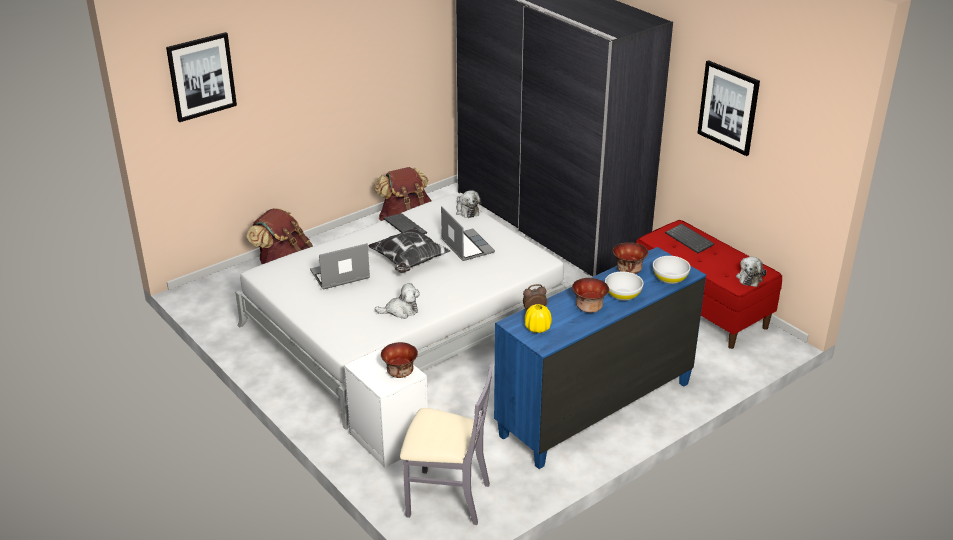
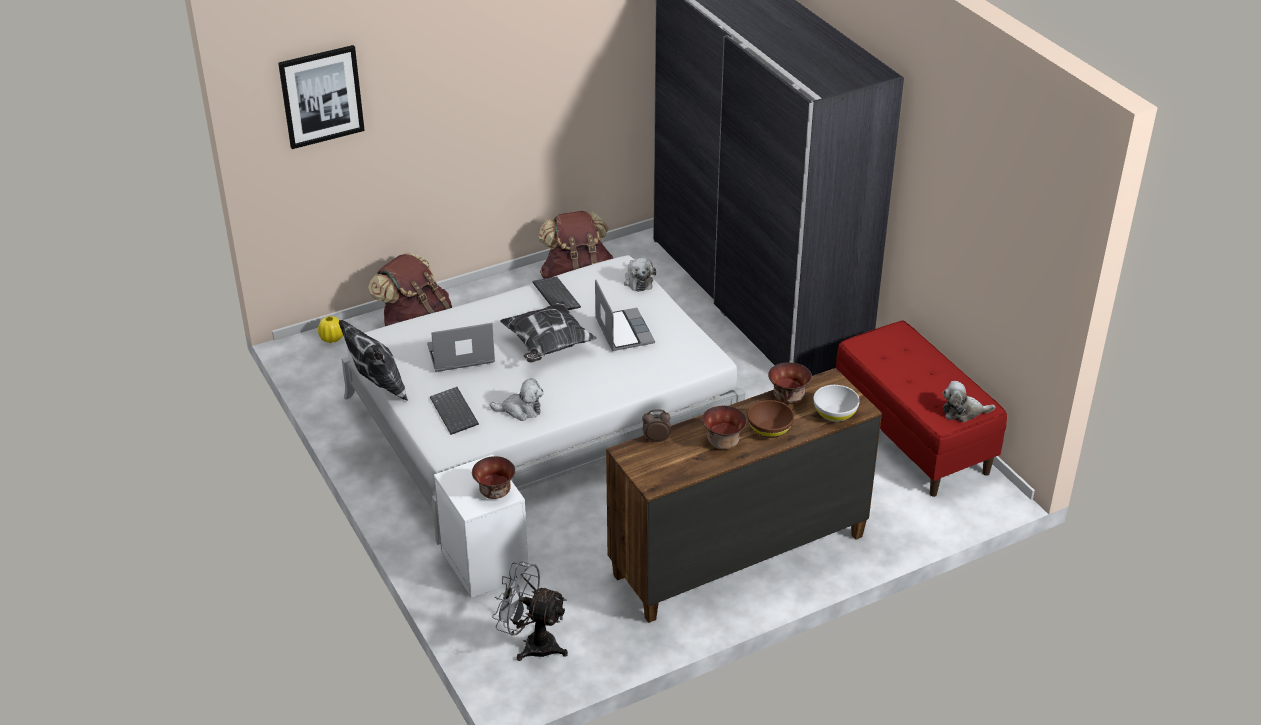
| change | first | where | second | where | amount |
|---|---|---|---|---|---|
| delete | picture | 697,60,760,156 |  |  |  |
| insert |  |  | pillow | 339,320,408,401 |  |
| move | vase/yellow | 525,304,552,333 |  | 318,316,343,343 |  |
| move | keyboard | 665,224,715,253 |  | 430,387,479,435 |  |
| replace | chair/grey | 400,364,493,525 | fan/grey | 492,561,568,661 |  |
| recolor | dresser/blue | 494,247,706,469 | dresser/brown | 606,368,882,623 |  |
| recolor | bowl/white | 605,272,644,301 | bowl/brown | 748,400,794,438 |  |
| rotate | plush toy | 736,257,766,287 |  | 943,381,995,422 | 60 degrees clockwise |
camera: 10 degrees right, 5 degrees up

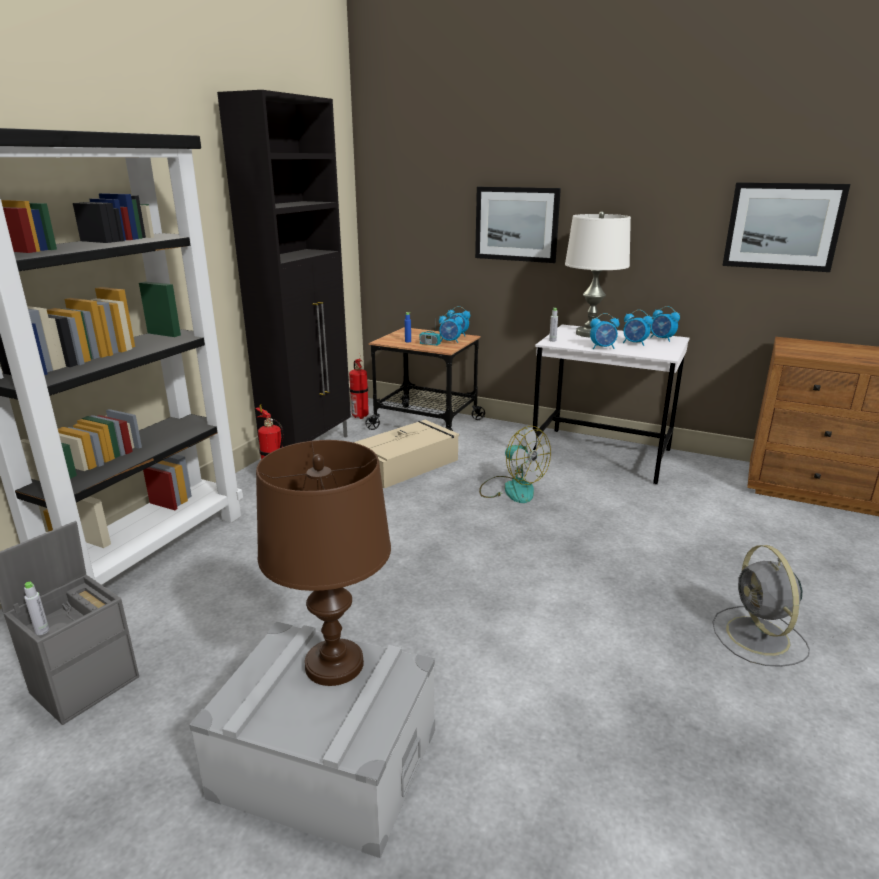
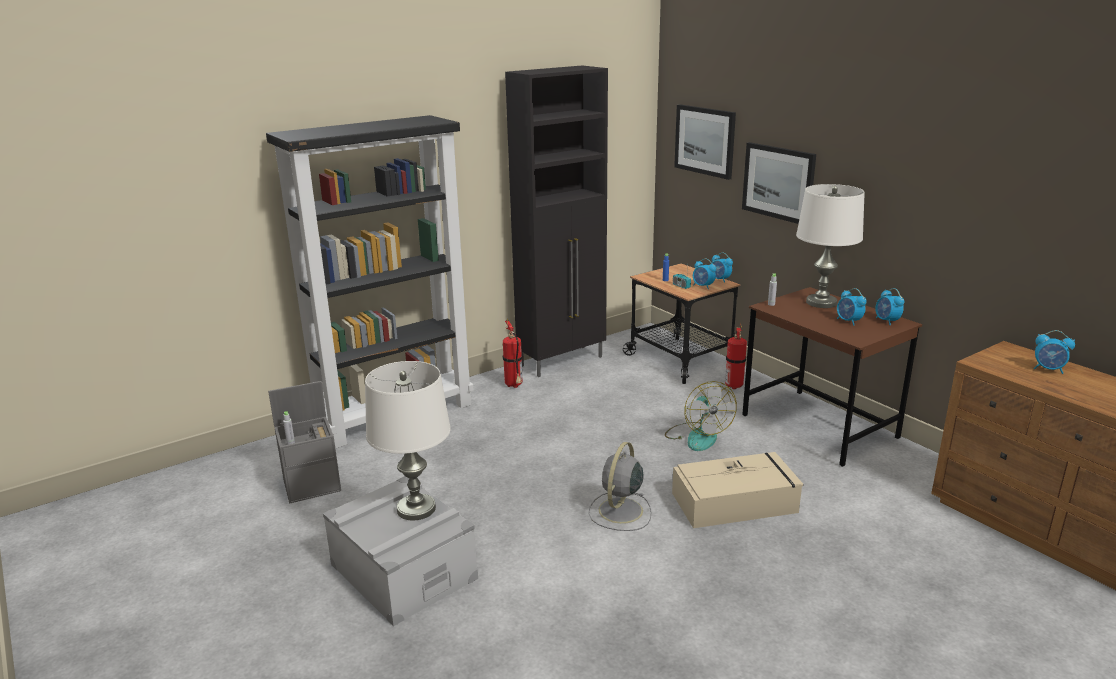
| change | first | where | second | where | amount |
|---|---|---|---|---|---|
| move | fire extinguisher | 349,356,369,419 |  | 725,324,747,389 |  |
| move | storage box/beige | 354,420,459,488 |  | 672,452,803,528 |  |
| move | alarm clock | 590,313,619,349 |  | 1034,330,1075,374 |  |
| move | fan/grey | 712,545,810,667 |  | 588,442,651,531 |  |
| move | picture | 722,182,850,272 |  | 674,104,736,180 |  |
| recolor | table lamp/brown | 256,440,391,686 | table lamp/white | 365,361,451,521 |  |
| recolor | desk/white | 532,325,689,484 | desk/brown | 742,287,922,467 |  |
camera: 30 degrees right, 0 degrees up

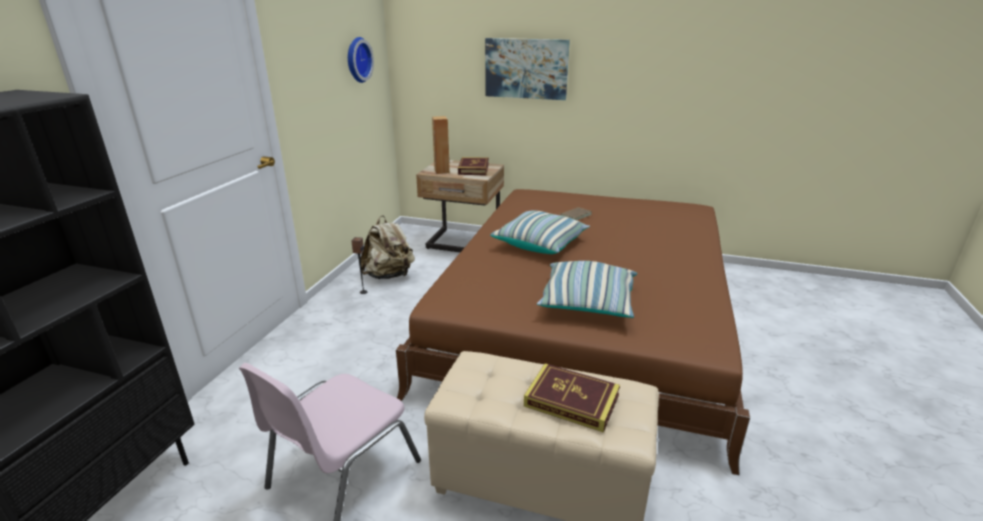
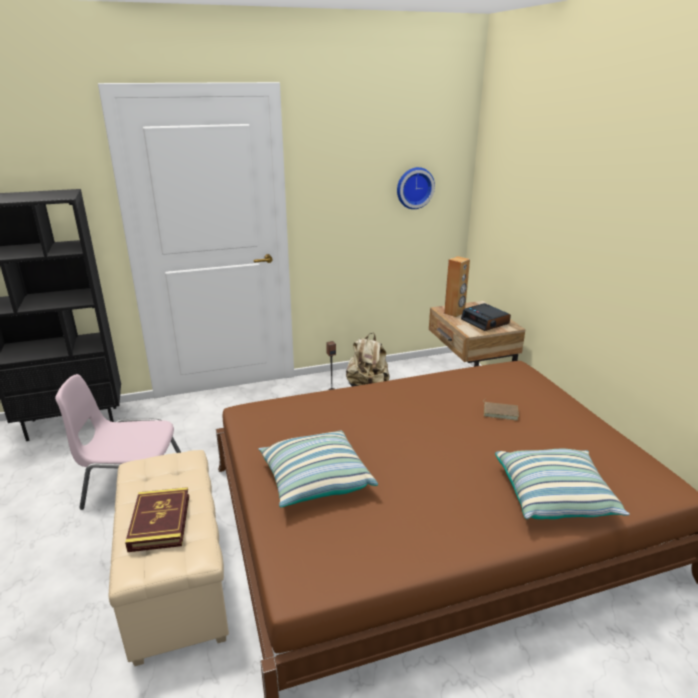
| change | first | where | second | where | amount |
|---|---|---|---|---|---|
| delete | picture | 485,38,570,100 |  |  |  |
| move | pillow | 490,210,590,254 |  | 495,449,630,519 |  |
| replace | book | 458,157,489,175 | alarm clock | 461,303,511,331 |  |
camera: 55 degrees right, 0 degrees up

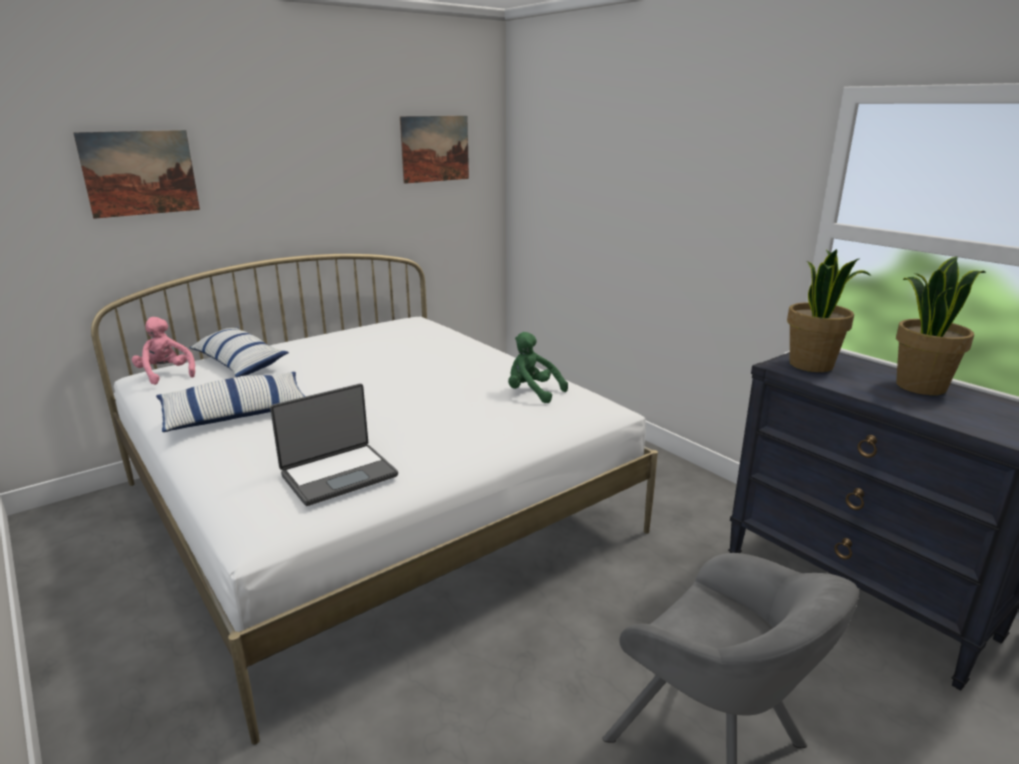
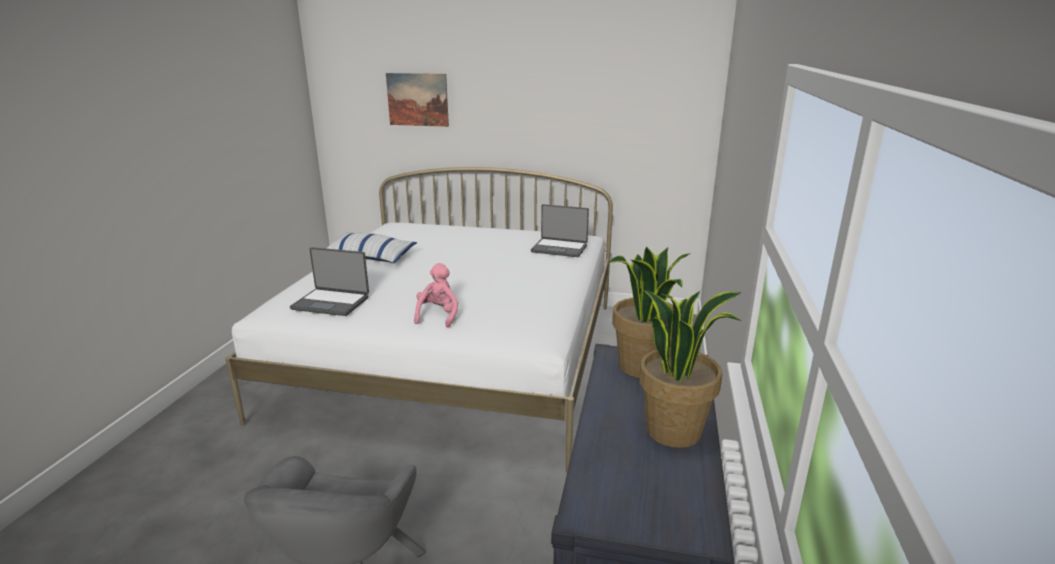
| change | first | where | second | where | amount |
|---|---|---|---|---|---|
| delete | pillow | 190,327,289,377 |  |  |  |
| delete | picture | 400,116,469,184 |  |  |  |
| delete | plush toy/green | 508,332,568,403 |  |  |  |
| insert |  |  | laptop | 531,204,589,257 |  |
| move | plush toy/pink | 132,317,195,385 |  | 414,263,458,328 |  |
camera: 50 degrees right, 0 degrees up

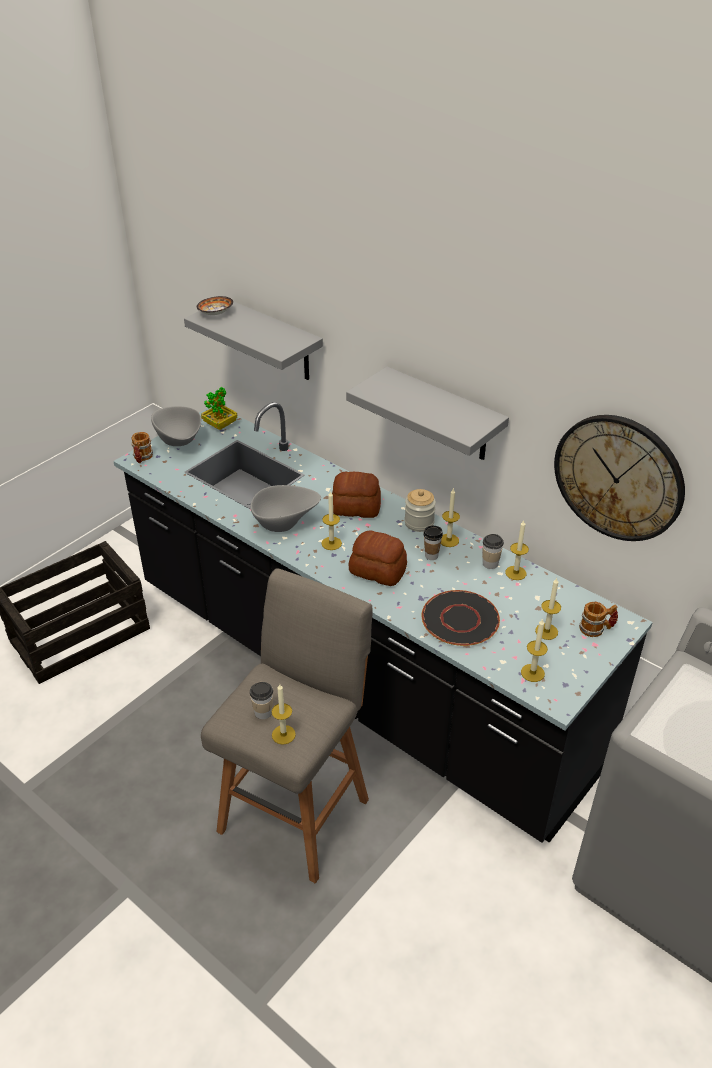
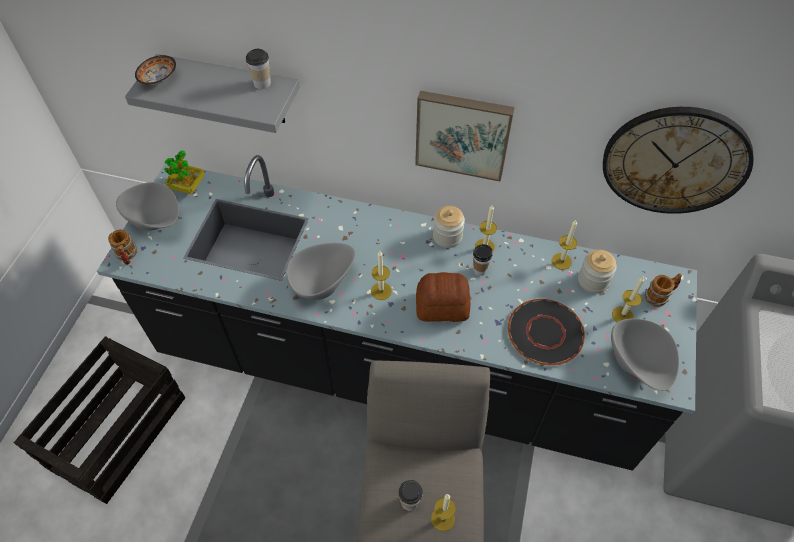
| change | first | where | second | where | amount |
|---|---|---|---|---|---|
| delete | bread | 332,472,381,518 |  |  |  |
| insert |  |  | jar | 578,250,617,293 |  |
| move | cup | 482,534,504,569 |  | 246,49,271,89 |  |
| replace | shelf/grey | 346,367,509,460 | picture | 415,91,515,181 |  |
| replace | candle | 521,618,548,682 | bowl/grey | 611,318,679,391 |  |
camera: 25 degrees left, 15 degrees up

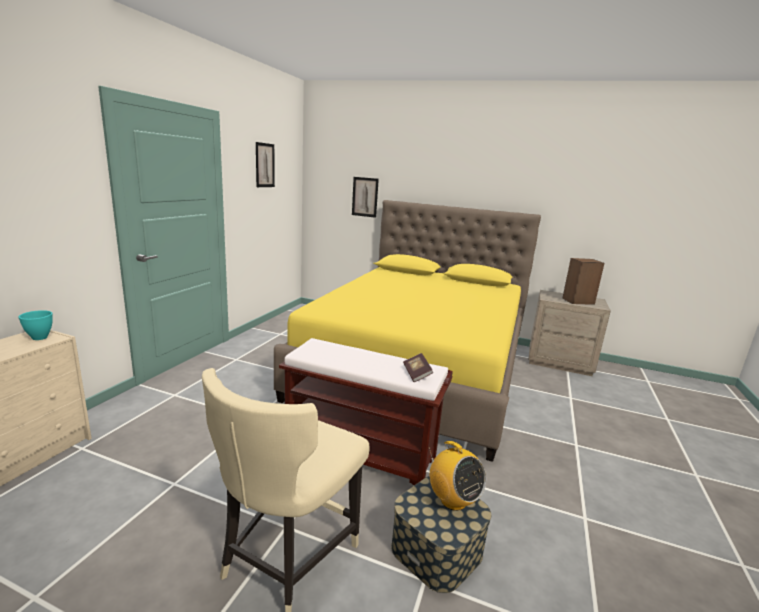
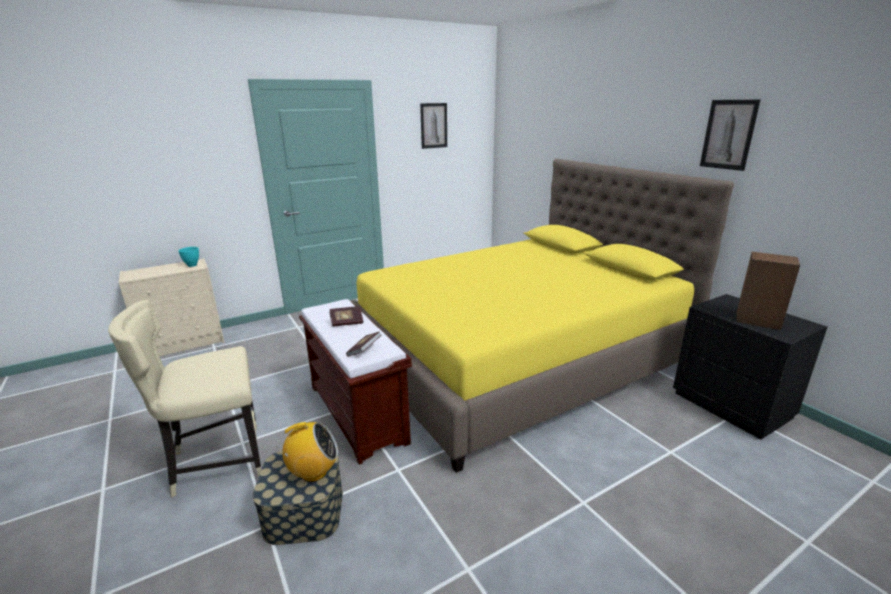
| change | first | where | second | where | amount |
|---|---|---|---|---|---|
| insert |  |  | book | 329,306,363,327 |  |
| move | picture | 352,177,379,218 |  | 700,100,760,171 |  |
| recolor | nightstand/beige | 528,290,611,376 | nightstand/black | 673,294,827,440 |  |
| rotate | radio | 429,441,486,511 |  | 276,422,338,482 | 105 degrees counterclockwise |
camera: 40 degrees right, 5 degrees up

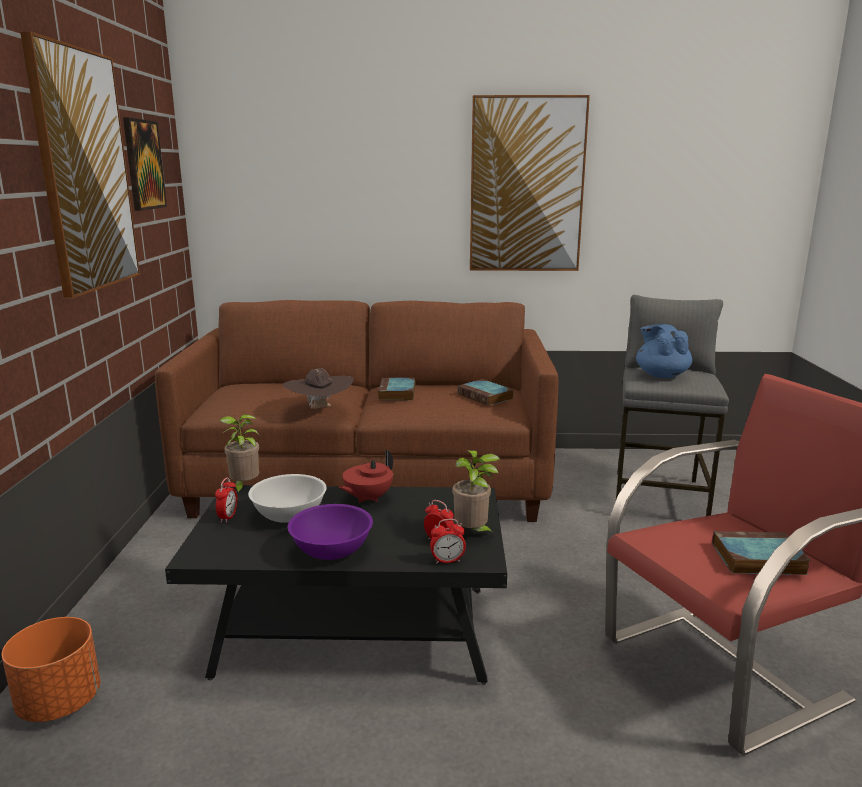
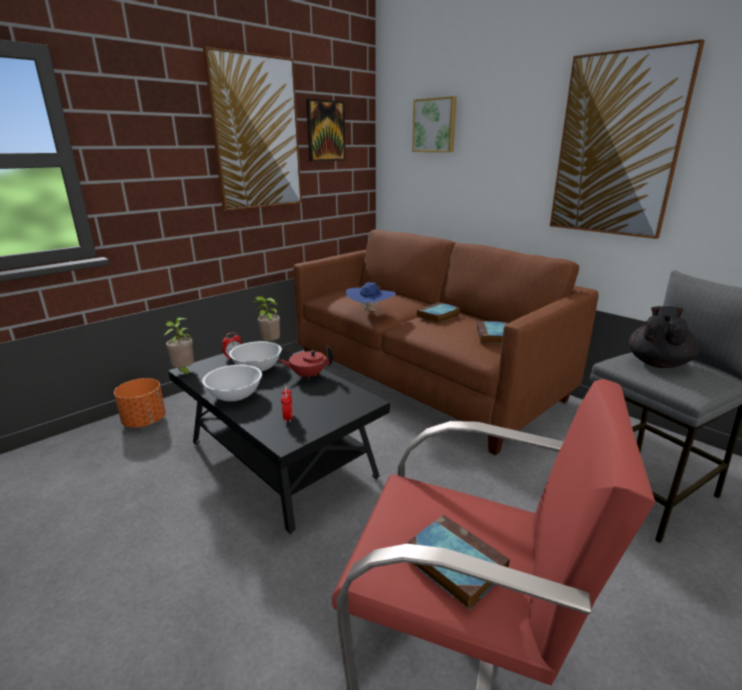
| change | first | where | second | where | amount |
|---|---|---|---|---|---|
| delete | alarm clock | 430,519,466,564 |  |  |  |
| insert |  |  | picture | 412,96,457,152 |  |
| move | potted plant | 452,450,500,534 |  | 164,318,194,378 |  |
| recolor | hat/brown | 283,368,353,409 | hat/blue | 346,282,396,312 |  |
| recolor | bowl/purple | 288,504,373,560 | bowl/white | 202,365,262,401 |  |
| recolor | teapot/blue | 636,324,692,378 | teapot/black | 629,306,699,368 |  |
camera: 45 degrees right, 5 degrees up

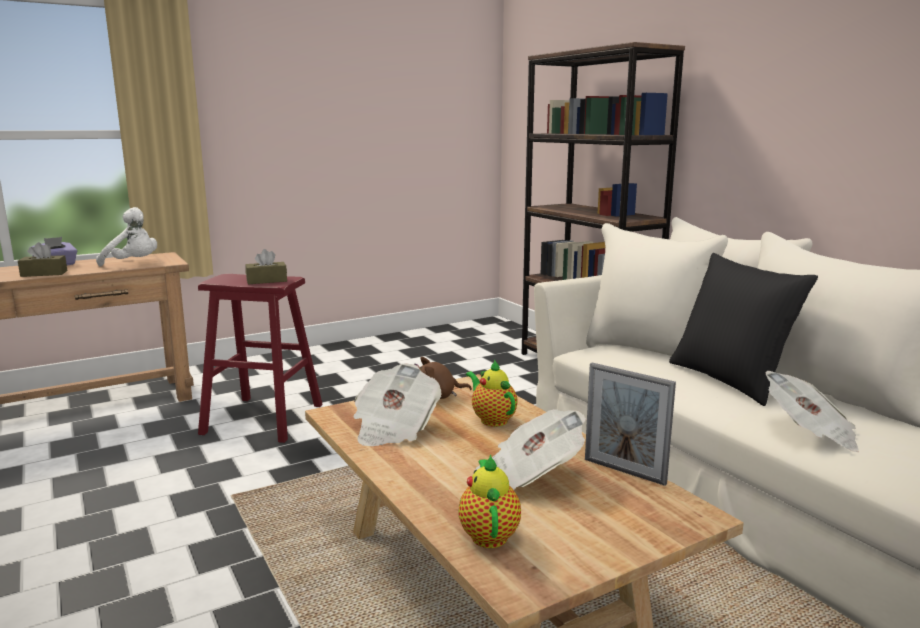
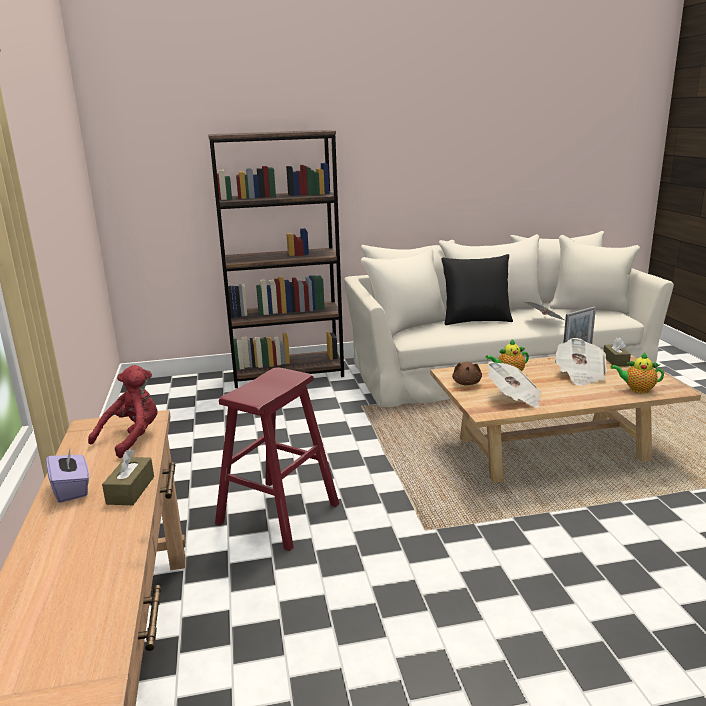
| change | first | where | second | where | amount |
|---|---|---|---|---|---|
| move | tissue box/brown | 245,249,287,284 |  | 603,338,631,367 |  |
| recolor | plush toy/white | 96,207,157,266 | plush toy/red | 88,365,158,458 |  |
camera: 70 degrees left, 5 degrees up

